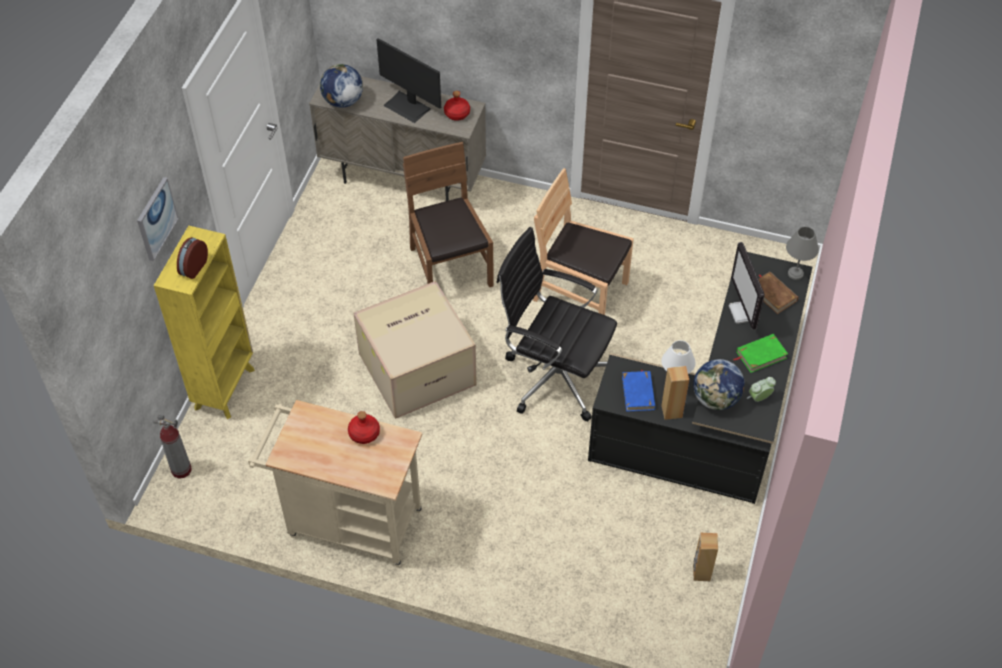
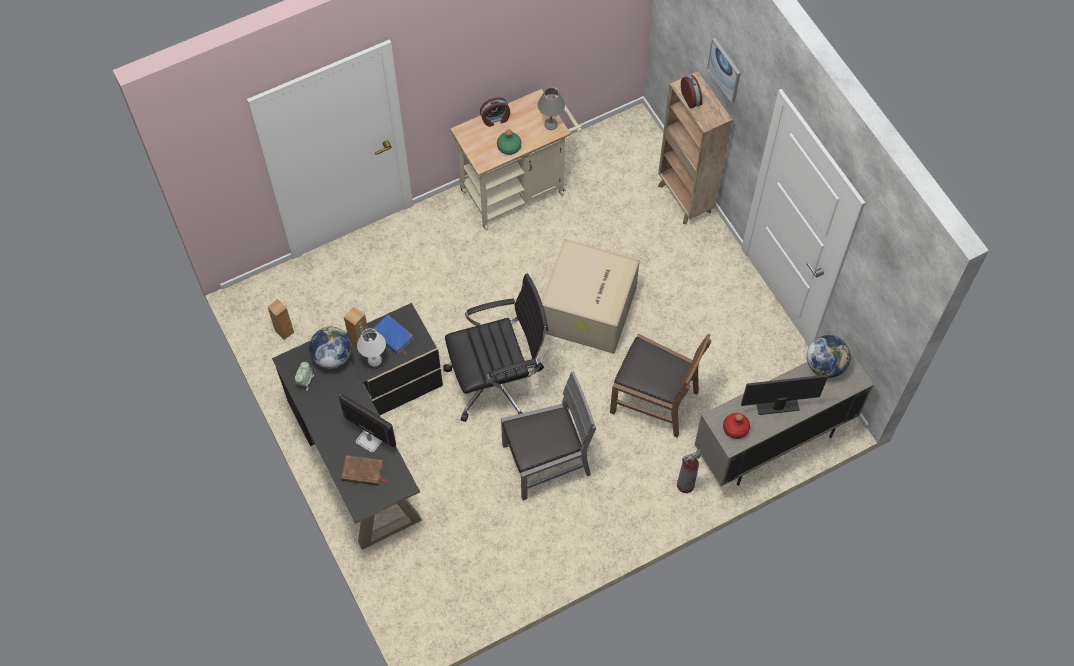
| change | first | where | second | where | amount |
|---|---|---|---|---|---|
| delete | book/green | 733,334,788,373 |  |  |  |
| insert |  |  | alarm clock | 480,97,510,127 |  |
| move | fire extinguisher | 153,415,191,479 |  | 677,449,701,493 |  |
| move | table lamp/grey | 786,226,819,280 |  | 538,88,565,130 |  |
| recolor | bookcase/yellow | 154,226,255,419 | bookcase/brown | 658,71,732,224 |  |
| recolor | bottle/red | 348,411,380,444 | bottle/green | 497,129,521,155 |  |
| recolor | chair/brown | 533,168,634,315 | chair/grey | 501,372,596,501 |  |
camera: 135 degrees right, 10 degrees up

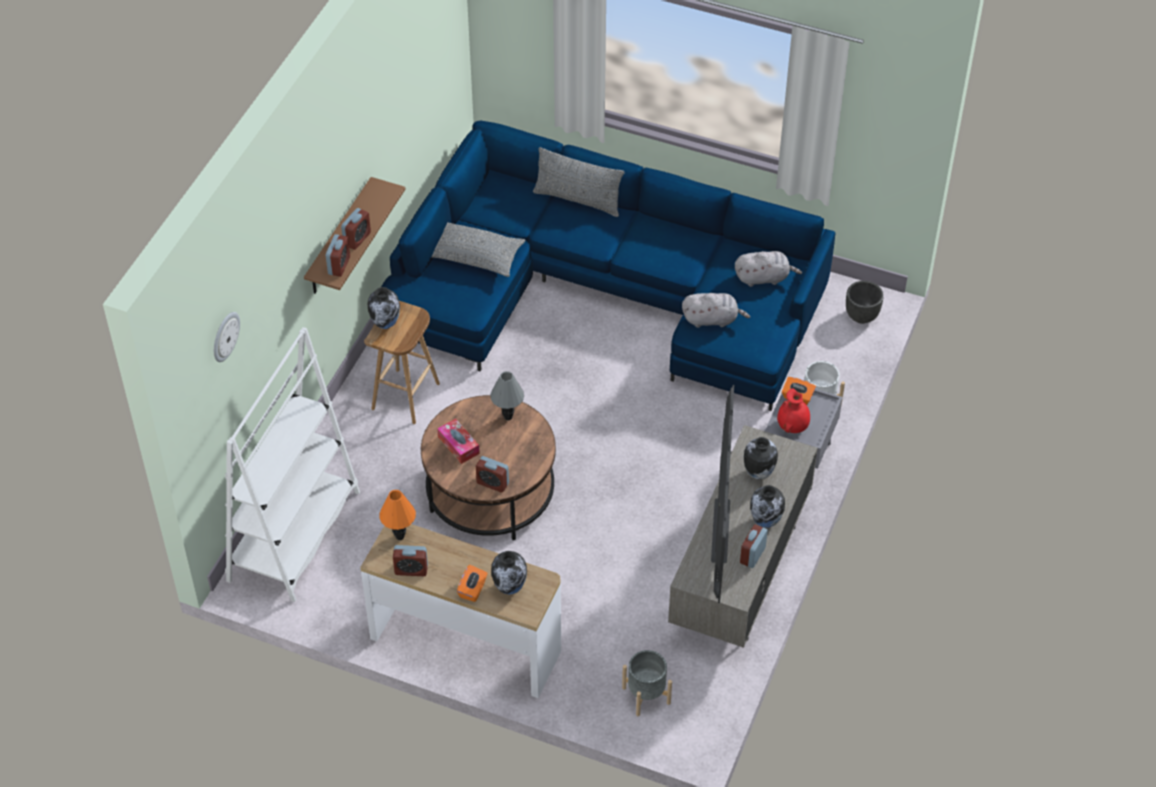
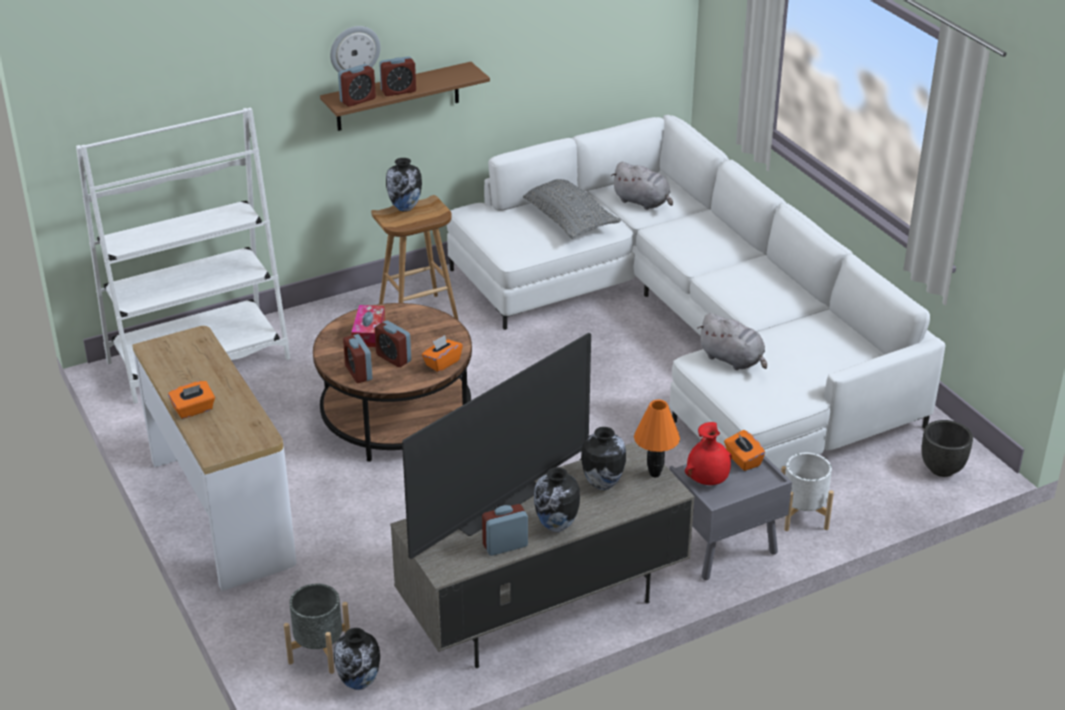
| change | first | where | second | where | amount |
|---|---|---|---|---|---|
| delete | table lamp/grey | 490,371,524,421 |  |  |  |
| delete | pillow/grey | 533,147,625,217 |  |  |  |
| insert |  |  | tissue box/orange | 422,335,463,372 |  |
| move | wall clock | 214,312,240,362 |  | 330,26,381,73 |  |
| move | table lamp/orange | 379,490,416,540 |  | 634,399,680,477 |  |
| move | alarm clock | 393,545,428,576 |  | 375,321,411,367 |  |
| move | vase | 491,551,527,594 |  | 334,628,380,690 |  |
| move | plush toy/grey | 735,251,802,287 |  | 611,162,673,210 |  |
| recolor | sofa/blue | 381,121,835,411 | sofa/white | 447,115,946,470 |  |
camera: 40 degrees right, 15 degrees down

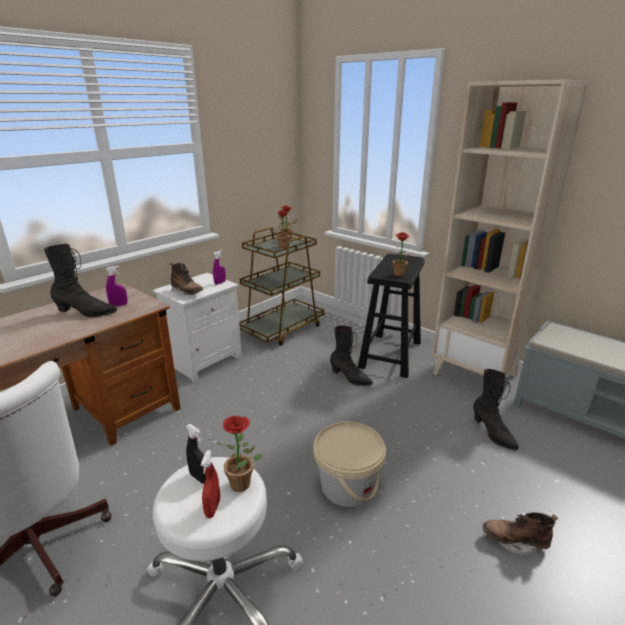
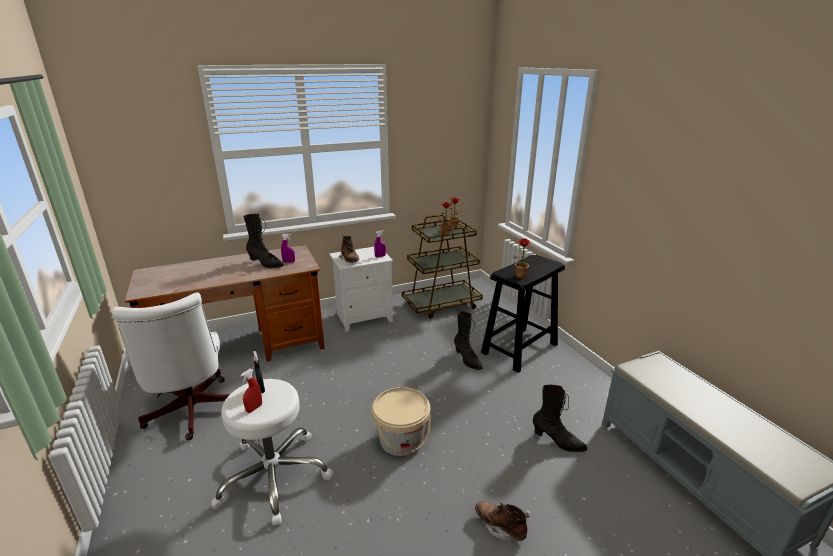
| change | first | where | second | where | amount |
|---|---|---|---|---|---|
| delete | potted plant | 217,416,263,492 |  |  |  |
| delete | bookcase/beige | 432,79,588,377 |  |  |  |
| rotate | boot/black | 473,369,519,450 |  | 533,385,587,452 | 60 degrees counterclockwise |
camera: 25 degrees right, 0 degrees up

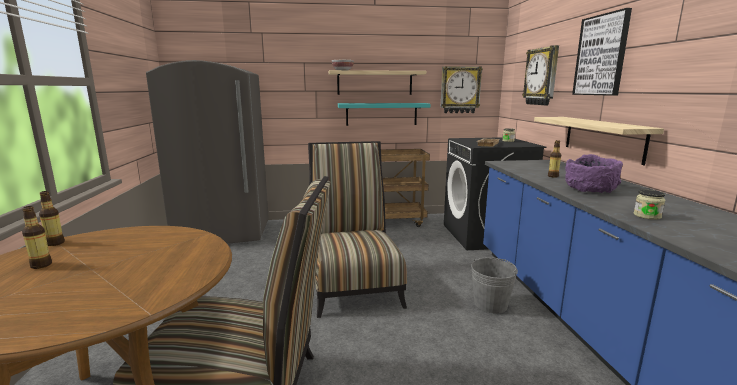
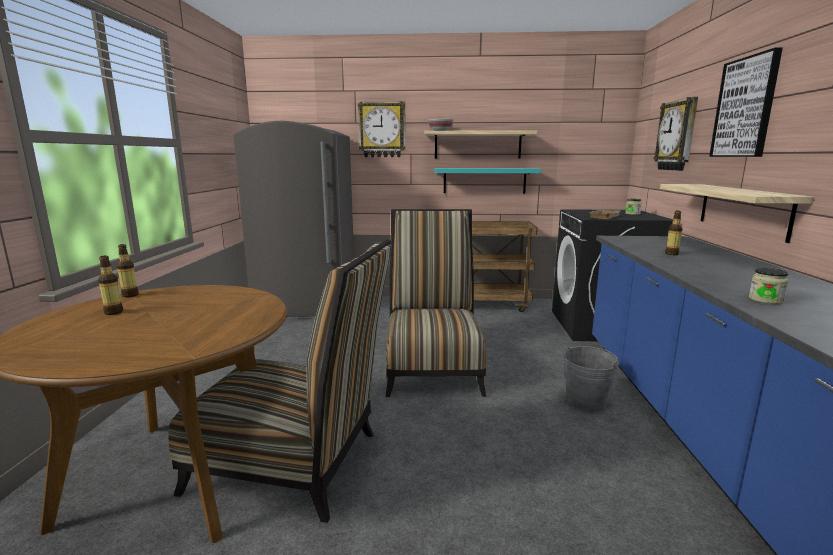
| change | first | where | second | where | amount |
|---|---|---|---|---|---|
| delete | bowl/purple | 565,154,623,193 |  |  |  |
| move | wall clock | 440,66,483,113 |  | 358,101,406,157 |  |
camera: 10 degrees right, 0 degrees up

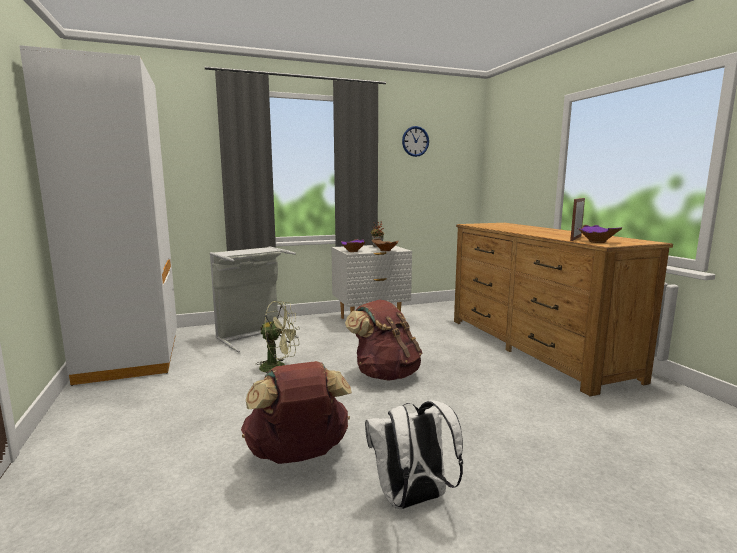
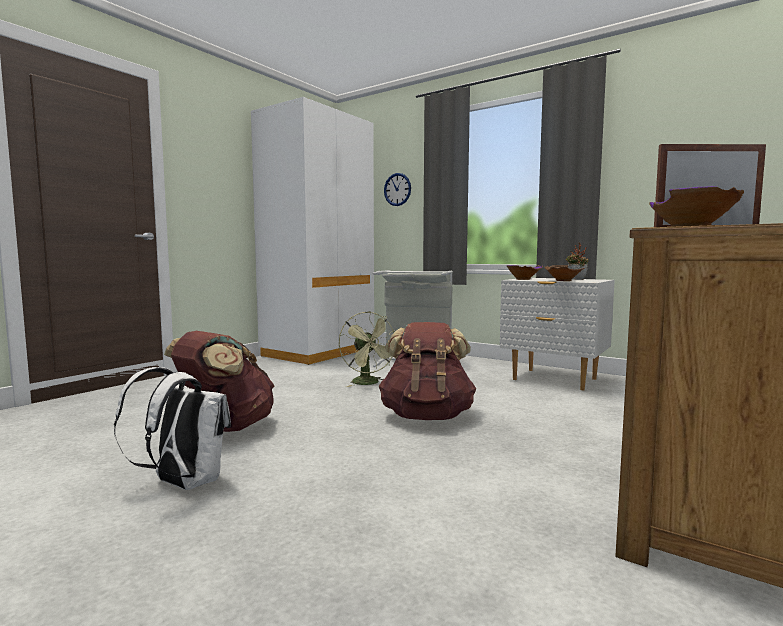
| change | first | where | second | where | amount |
|---|---|---|---|---|---|
| move | wall clock | 402,126,429,157 |  | 384,173,411,206 |  |
camera: 55 degrees right, 5 degrees down

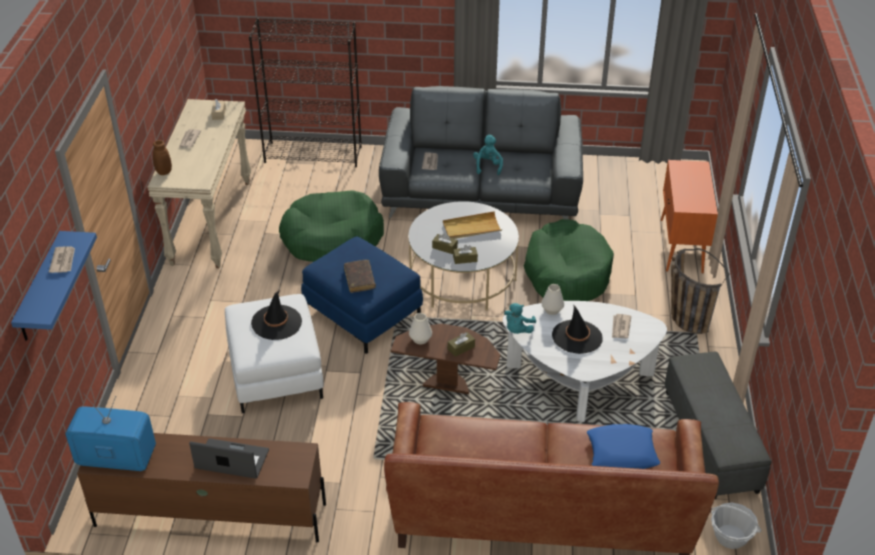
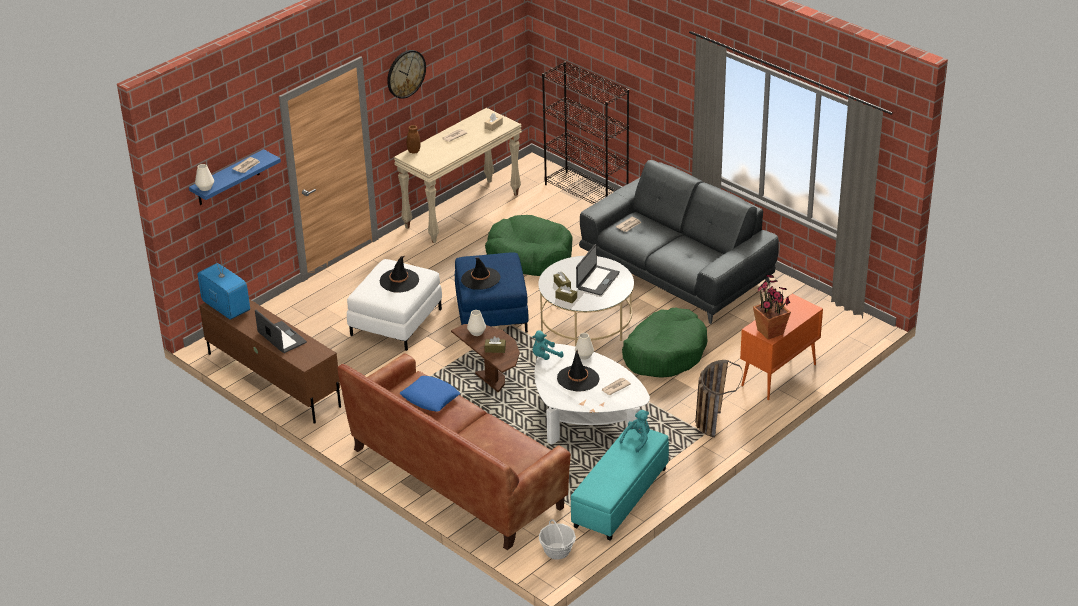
| change | first | where | second | where | amount |
|---|---|---|---|---|---|
| insert |  |  | vase/white | 195,164,214,191 |  |
| insert |  |  | wall clock | 387,50,426,99 |  |
| insert |  |  | potted plant | 753,275,791,339 |  |
| move | plush toy/turquoise | 473,135,503,175 |  | 620,410,650,452 |  |
| move | pillow/blue | 587,424,660,469 |  | 400,376,460,411 |  |
| replace | book/brown | 344,260,376,293 | hat/black | 461,258,500,290 |  |
| replace | tray/beige | 443,211,502,239 | laptop | 576,244,620,296 |  |
| recolor | ottoman/grey | 665,352,772,499 | ottoman/turquoise | 571,426,669,541 |  |
camera: 40 degrees right, 5 degrees down

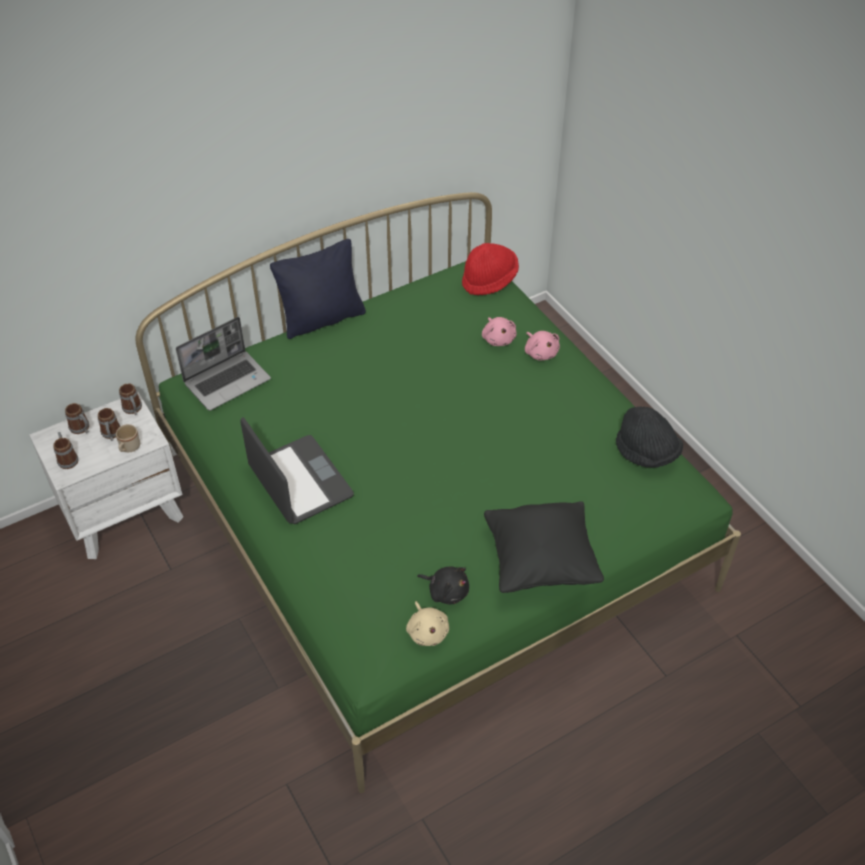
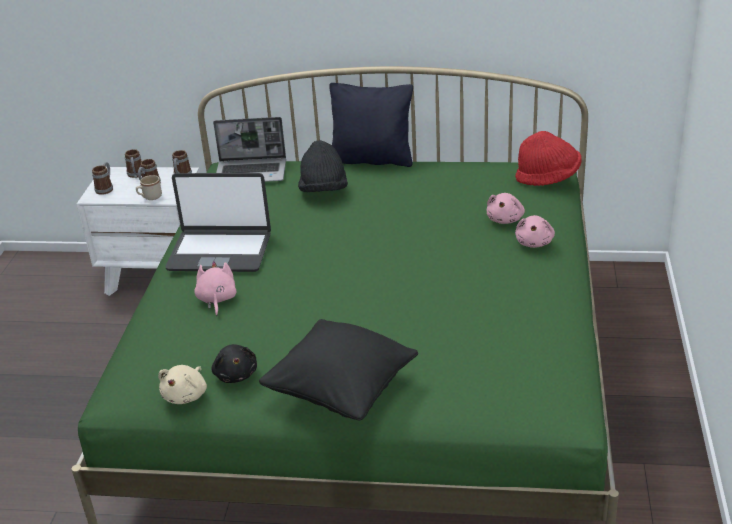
| change | first | where | second | where | amount |
|---|---|---|---|---|---|
| insert |  |  | plush toy/pink | 195,261,237,316 |  |
| move | hat/black | 616,407,683,468 |  | 298,140,348,192 |  |
| rotate | laptop | 240,417,354,524 |  | 165,173,271,272 | 90 degrees clockwise |
camera: 40 degrees right, 15 degrees down

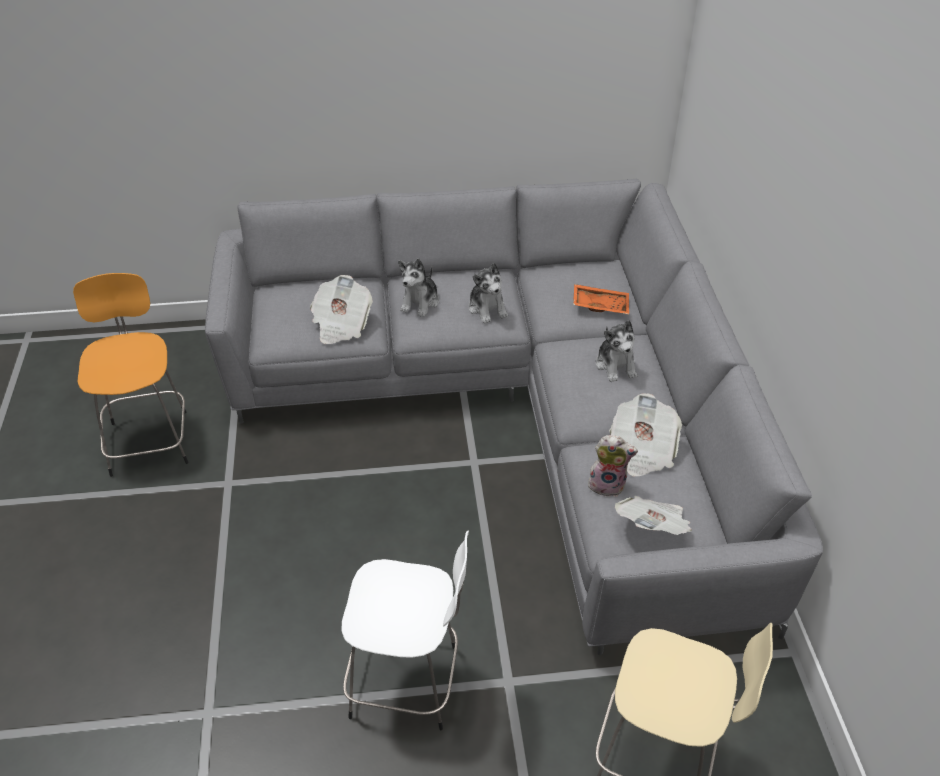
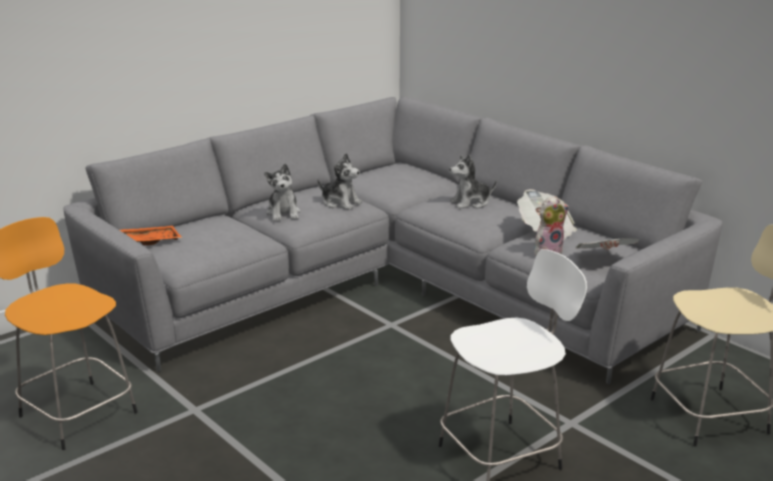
| change | first | where | second | where | amount |
|---|---|---|---|---|---|
| delete | newspaper | 310,275,373,344 |  |  |  |
| move | tray/orange | 573,284,629,314 |  | 120,226,182,246 |  |
| rotate | plush toy | 596,320,637,382 |  | 449,154,497,209 | 120 degrees clockwise |
camera: 35 degrees left, 20 degrees down

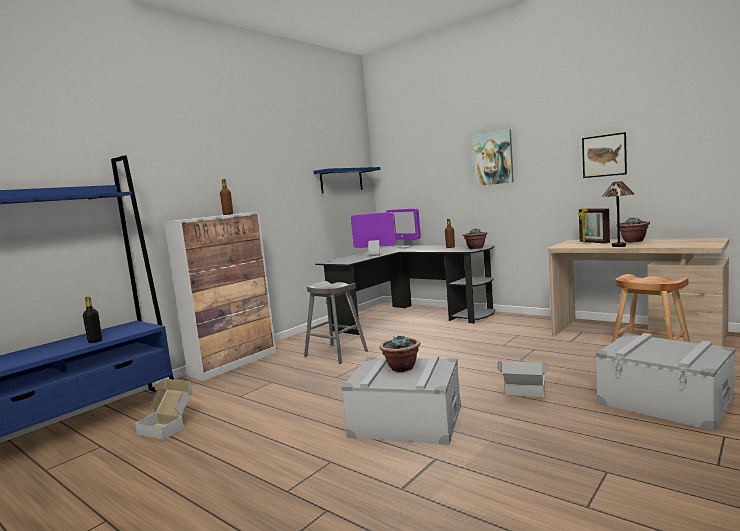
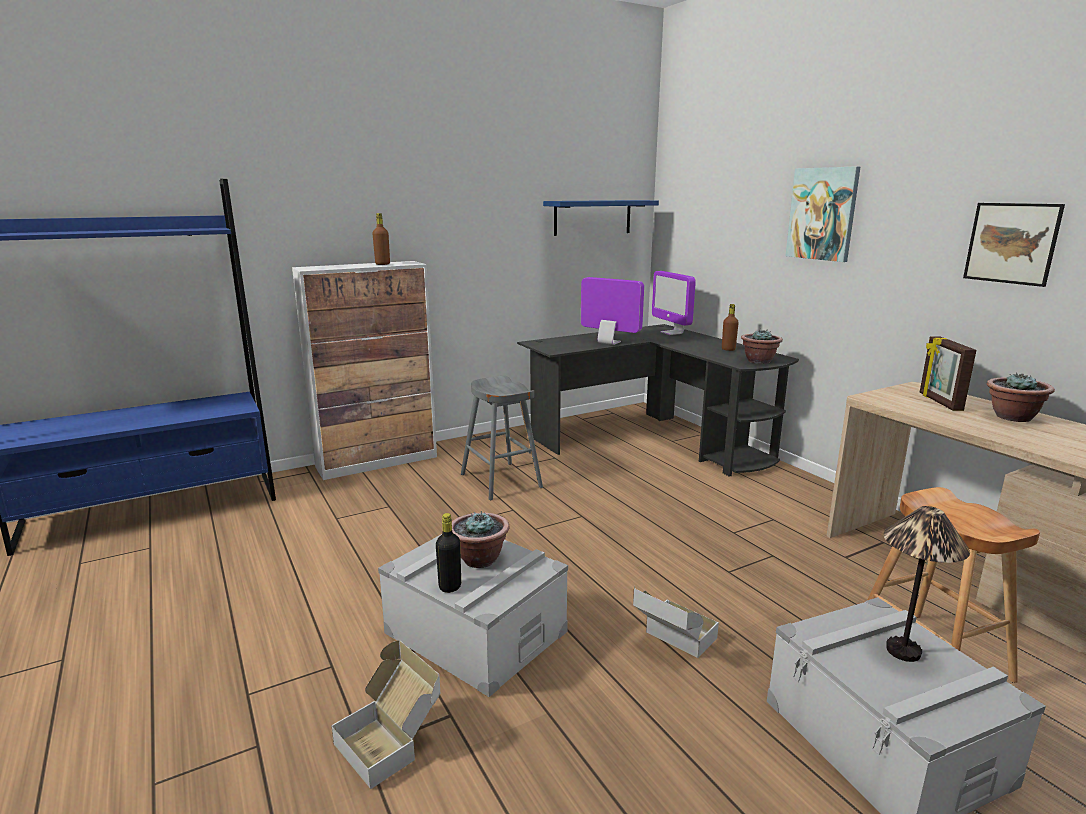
| change | first | where | second | where | amount |
|---|---|---|---|---|---|
| move | bottle/black | 83,296,102,343 |  | 436,513,461,593 |  |
| move | cardboard box | 135,379,192,440 |  | 331,640,441,789 |  |
| move | table lamp | 602,181,634,247 |  | 884,506,970,662 |  |
camera: 20 degrees right, 10 degrees up

